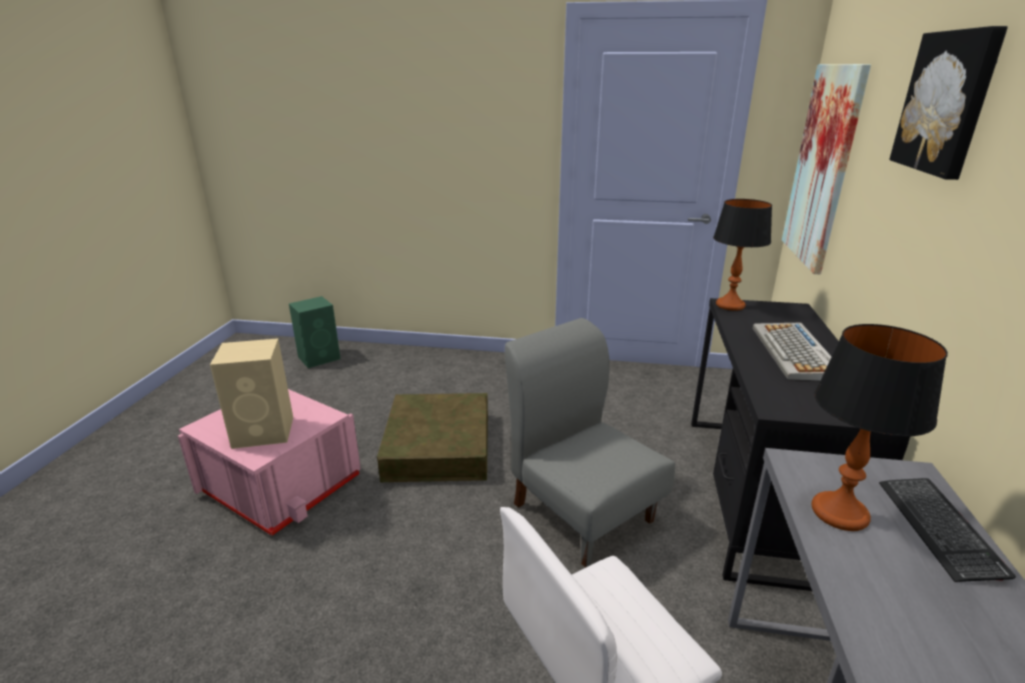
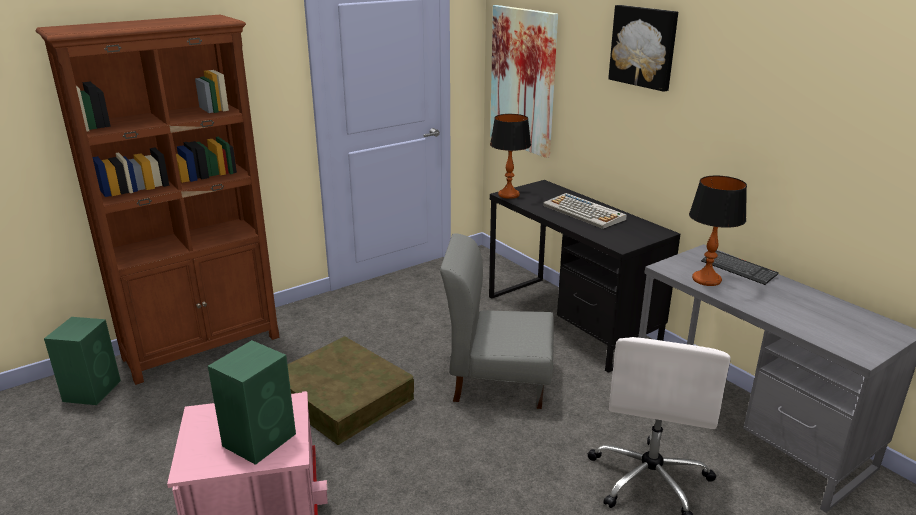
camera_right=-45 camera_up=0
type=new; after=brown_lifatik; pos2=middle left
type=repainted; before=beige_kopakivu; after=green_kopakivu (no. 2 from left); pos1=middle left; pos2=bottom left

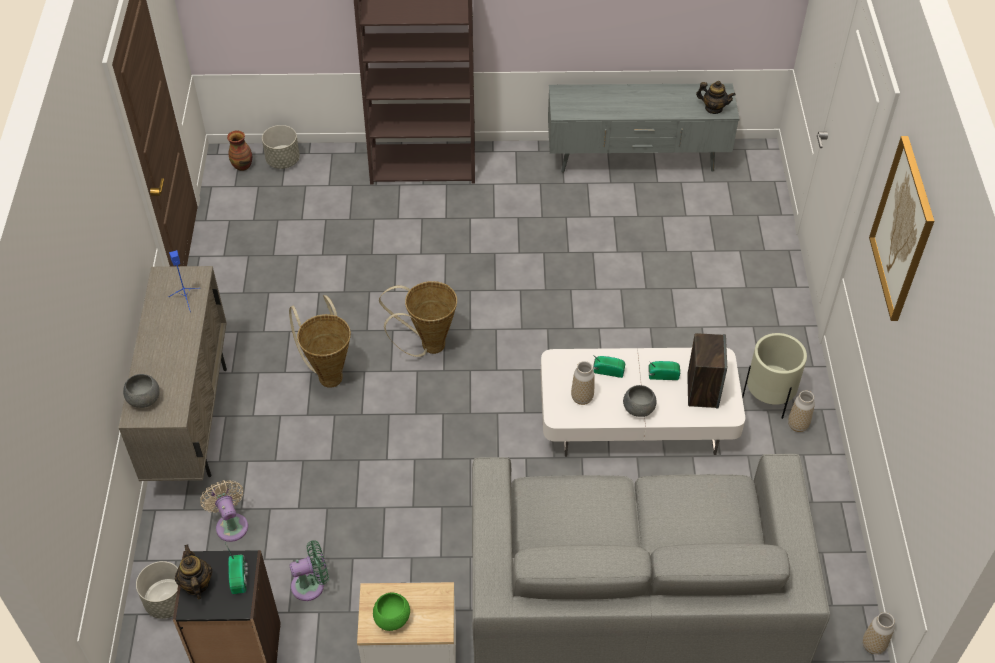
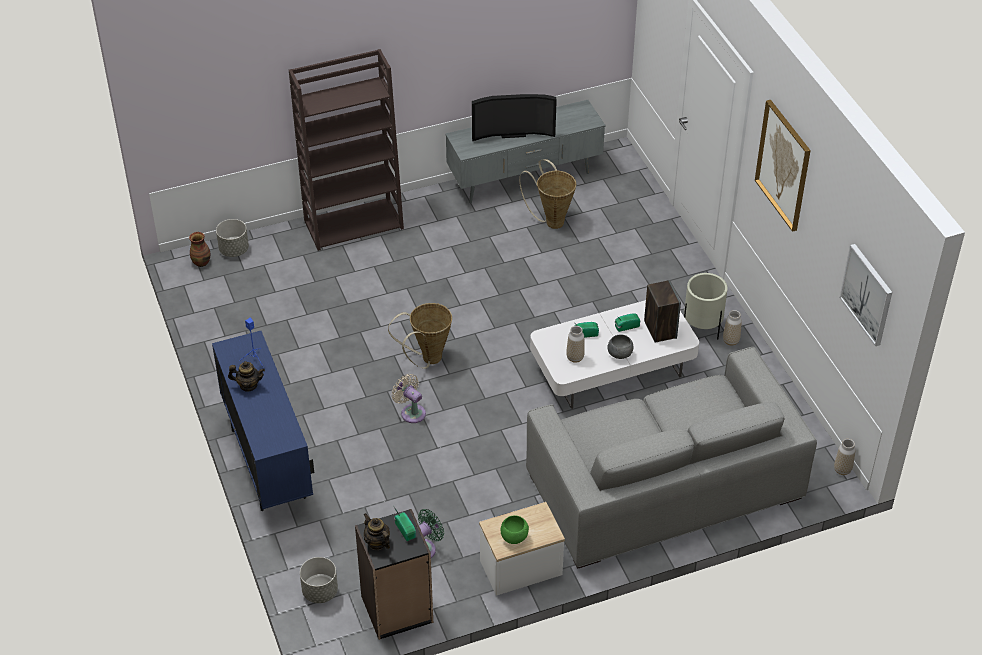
camera_right=-20 camera_up=-5
type=repainted; before=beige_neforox; after=blue_neforox; pos1=middle left; pos2=middle left
type=shifted; before=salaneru (no. 2 from left in the first image); after=salaneru (no. 1 from left); pos1=top right; pos2=middle left
type=shifted; before=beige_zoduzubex; pos1=bottom left; pos2=centre
type=new; after=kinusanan; pos2=top centre
type=shifted; before=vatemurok (no. 1 from left in the first image); after=vatemurok (no. 2 from left); pos1=middle left; pos2=top centre
type=new; after=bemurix (no. 2 from left); pos2=middle right
type=gone; before=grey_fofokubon (no. 1 from left); pos1=middle left

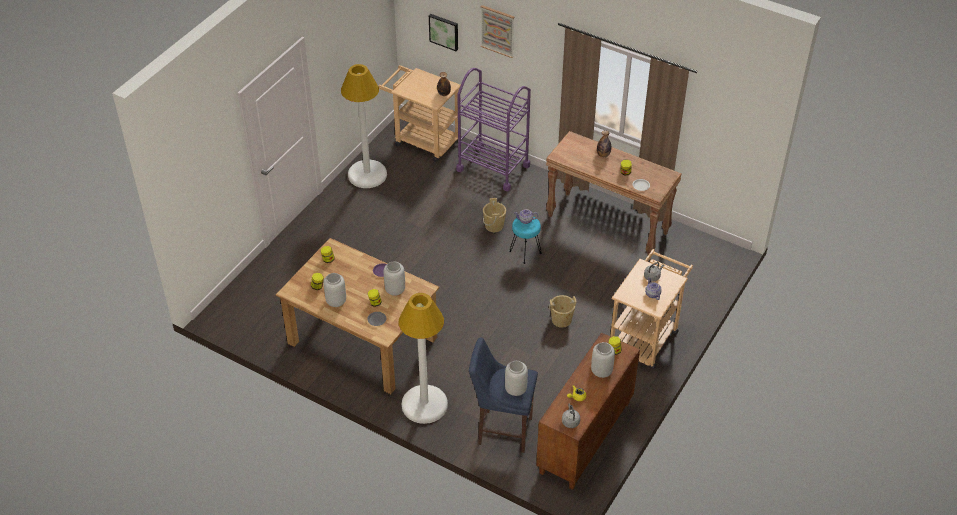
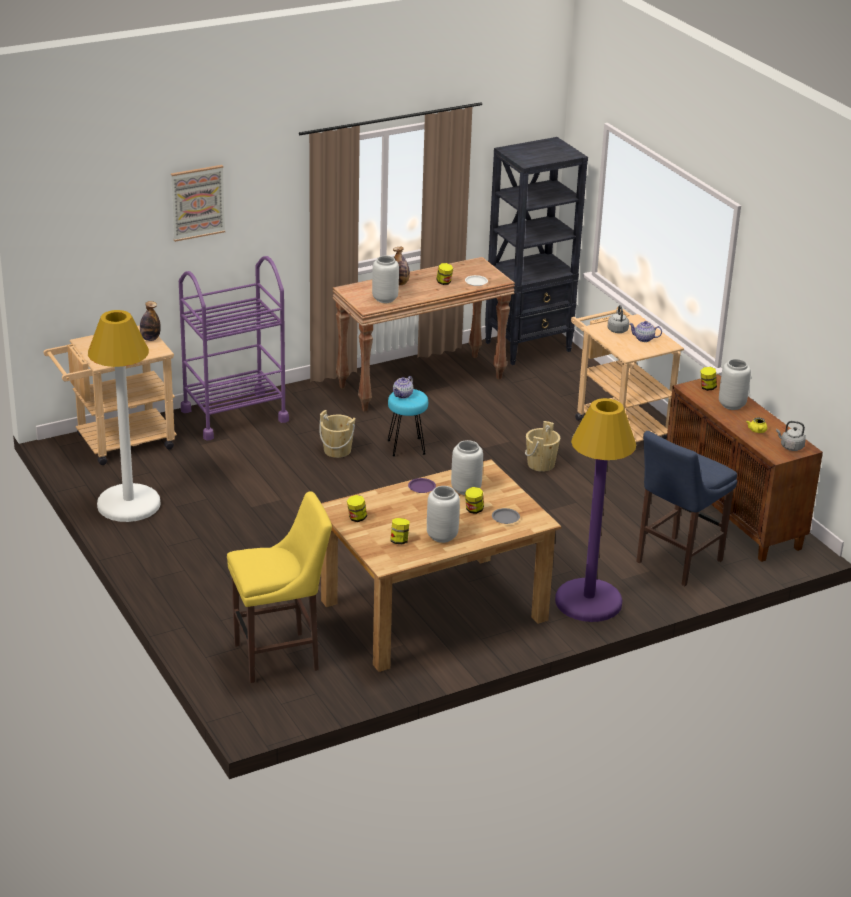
camera_right=-60 camera_up=-15
type=new; after=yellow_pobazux; pos2=middle left
type=shifted; before=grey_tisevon (no. 3 from left in the first image); after=grey_tisevon (no. 1 from left); pos1=bottom centre; pos2=top centre
type=new; after=black_lifatik; pos2=top centre
type=repainted; before=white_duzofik (no. 2 from left); after=purple_duzofik; pos1=bottom centre; pos2=middle right
type=gone; before=bemurix (no. 1 from left); pos1=top centre

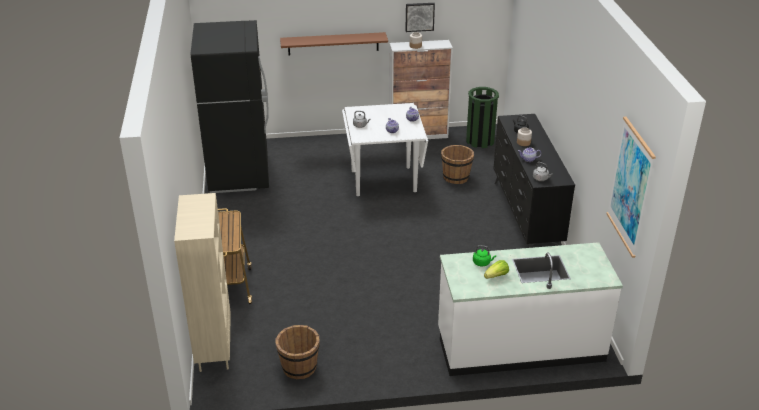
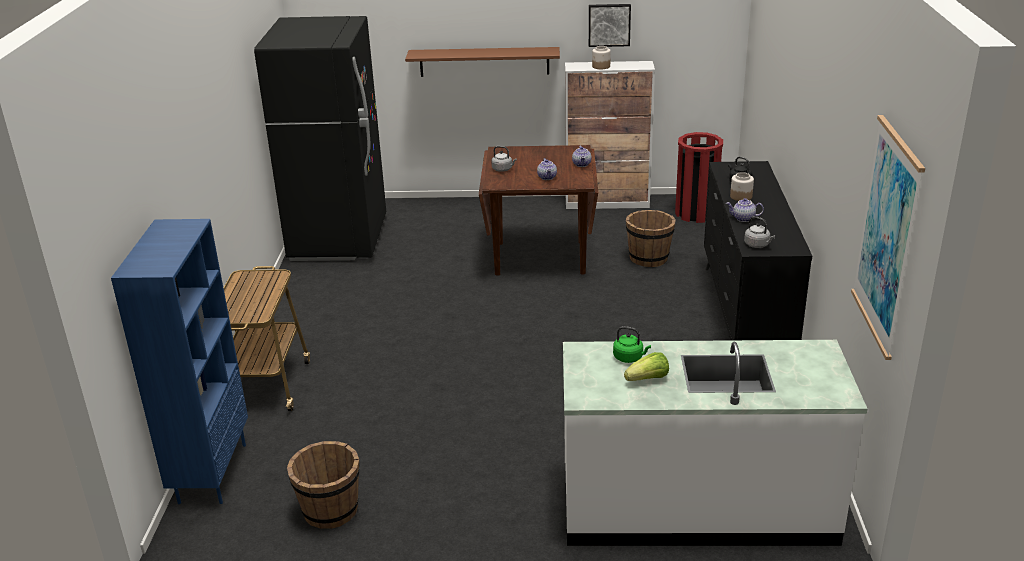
camera_right=10 camera_up=-5
type=repainted; before=beige_lifatik; after=blue_lifatik; pos1=bottom left; pos2=middle left
type=repainted; before=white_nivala; after=brown_nivala; pos1=centre; pos2=centre
type=repainted; before=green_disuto; after=red_disuto; pos1=top centre; pos2=top right

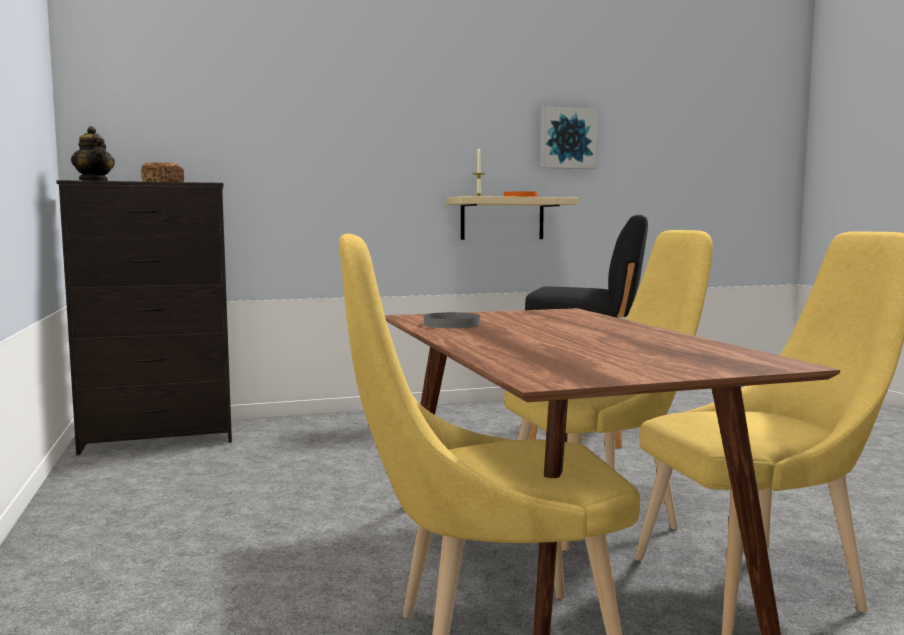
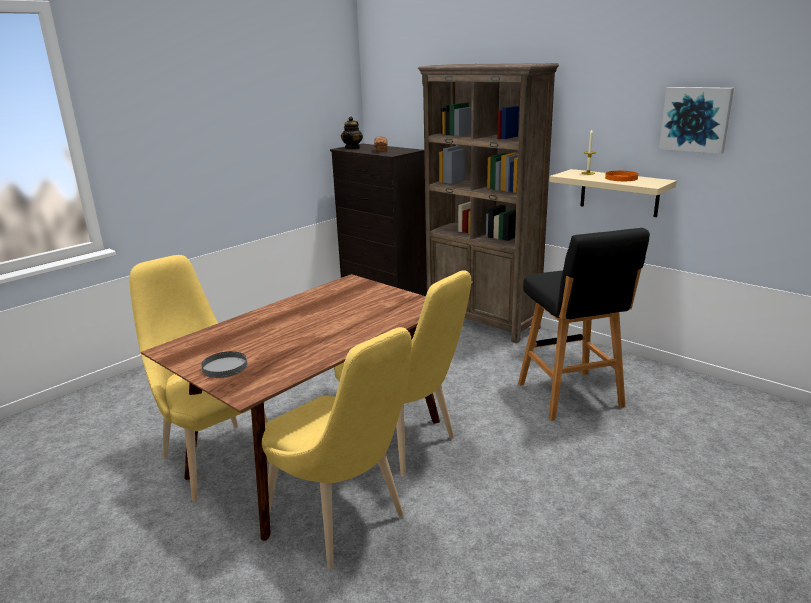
camera_right=60 camera_up=15
type=shifted; before=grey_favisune; pos1=centre; pos2=middle left
type=new; after=brown_lifatik; pos2=centre

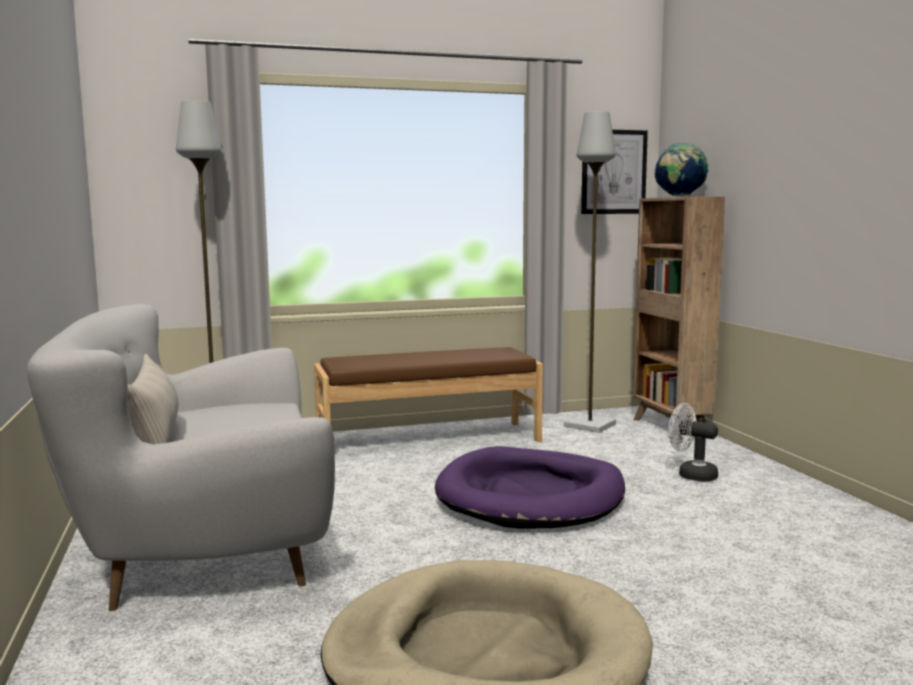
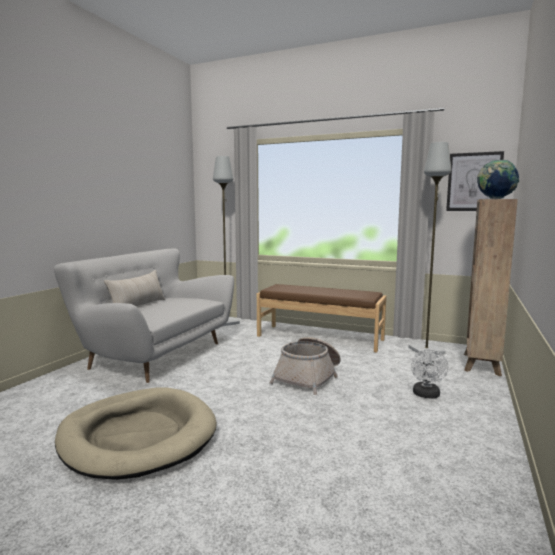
camera_right=40 camera_up=0
type=swapped; before=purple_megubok; after=vatemurok; pos1=bottom centre; pos2=centre
type=rotated; before=white_zoduzubex; pos1=middle right; pos2=bottom right; turn=-150

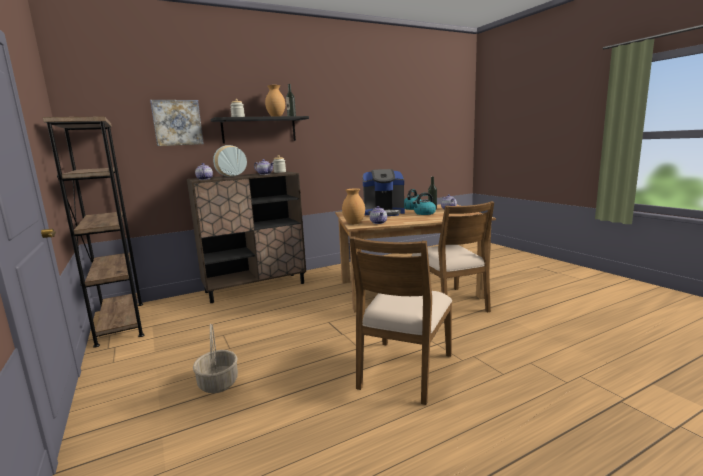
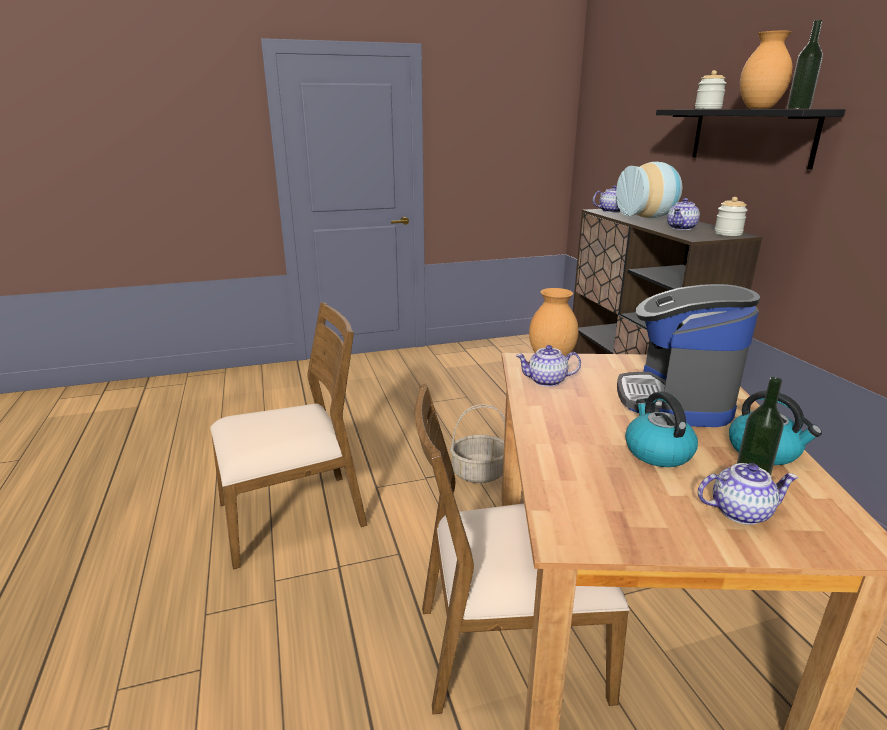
camera_right=100 camera_up=10
type=rotated; before=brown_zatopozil (no. 1 from left); pos1=bottom centre; pos2=middle left; turn=120
type=shifted; before=vatemurok; pos1=bottom left; pos2=centre
type=gone; before=brown_lifatik; pos1=middle left
type=gone; before=bemurix; pos1=top left

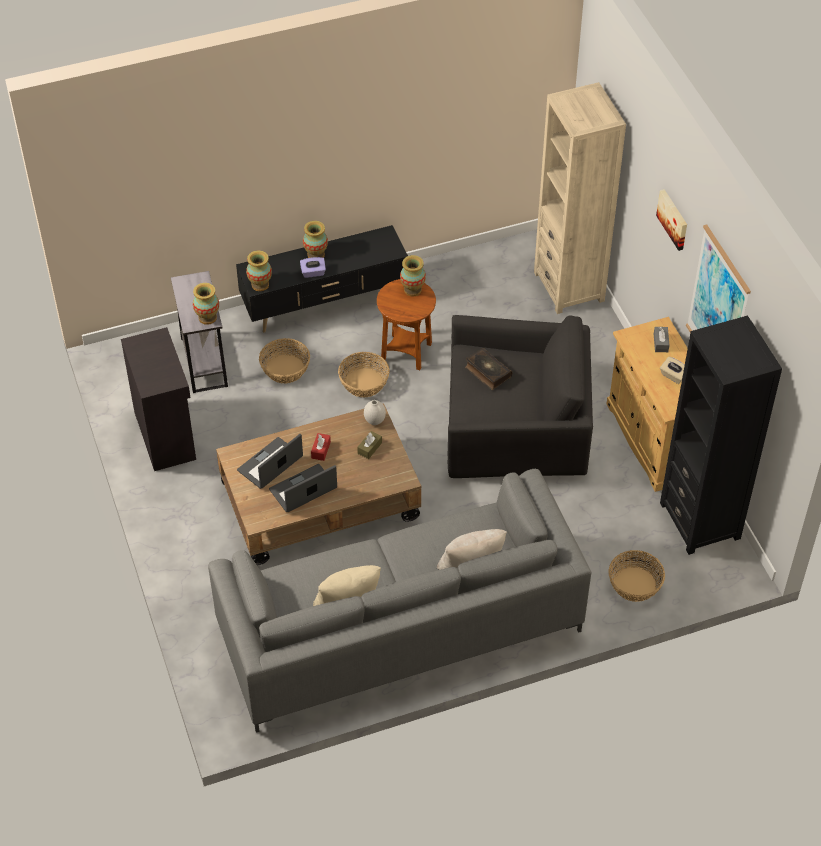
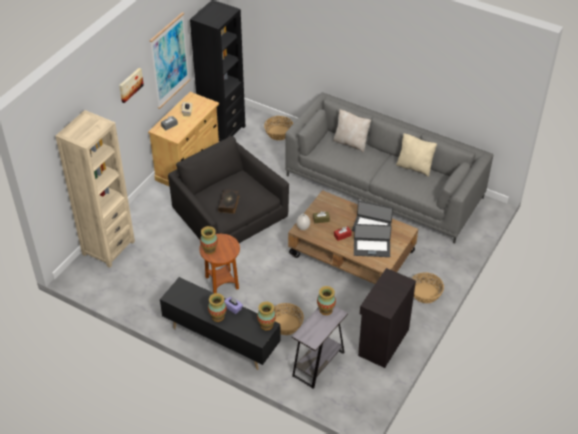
camera_right=-130 camera_up=-5
type=shifted; before=vatemurok (no. 2 from left in the first image); after=vatemurok (no. 3 from left); pos1=centre; pos2=middle right

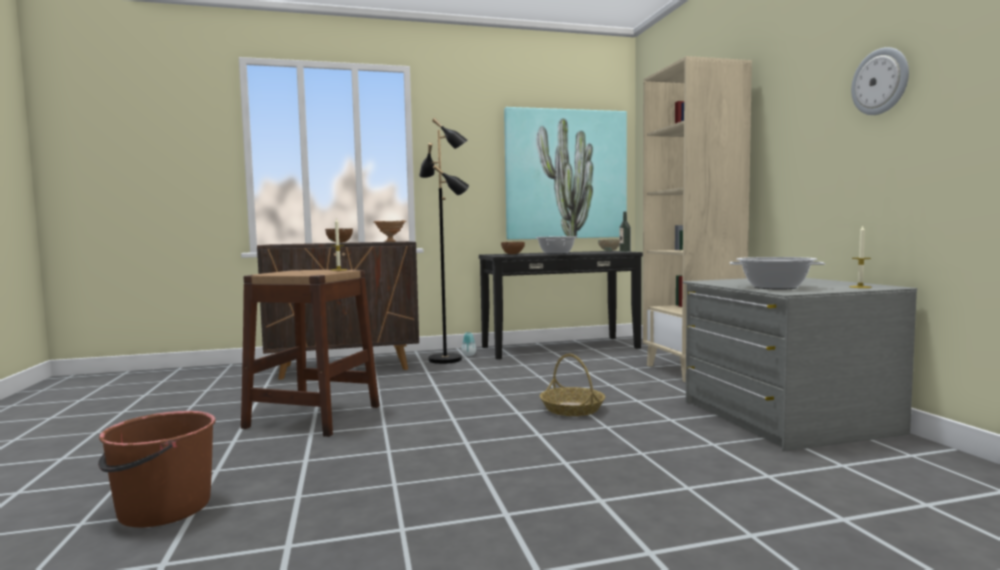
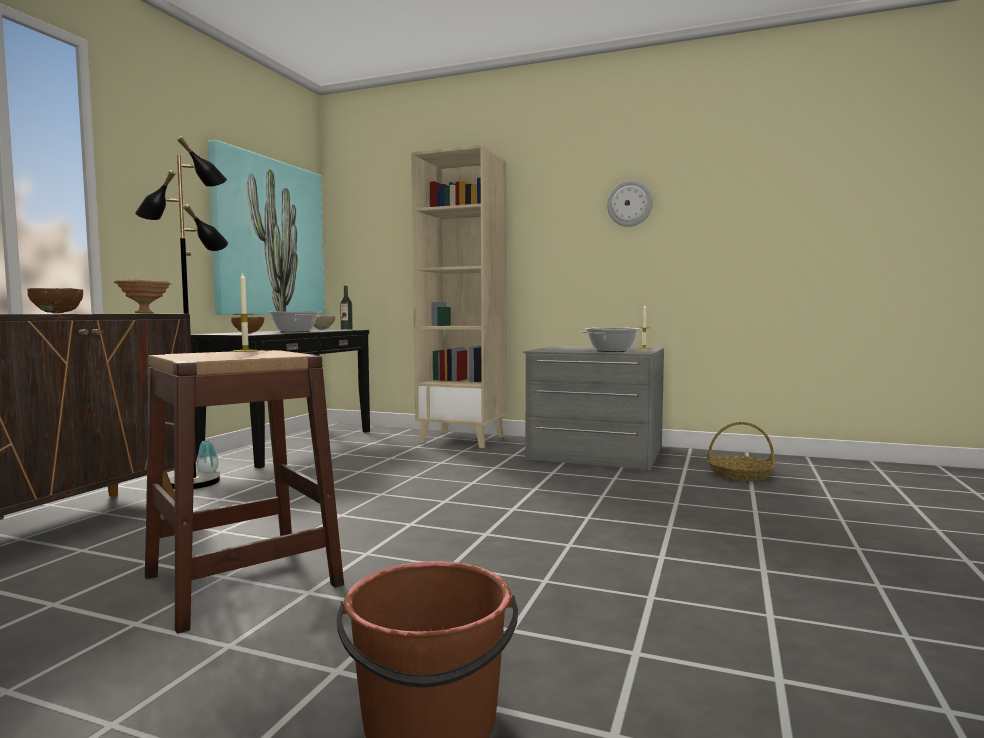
camera_right=-55 camera_up=0
type=shifted; before=vatemurok; pos1=bottom centre; pos2=middle right

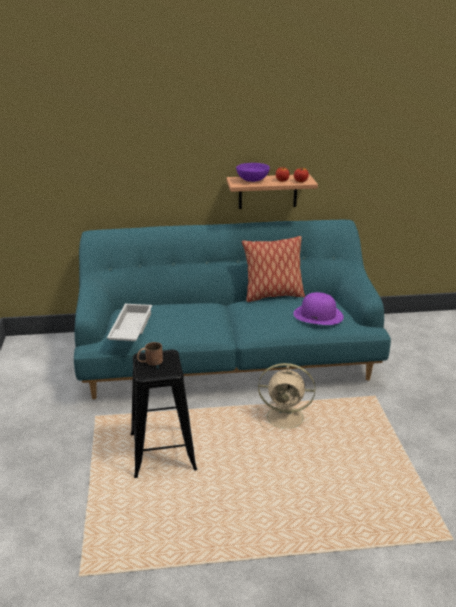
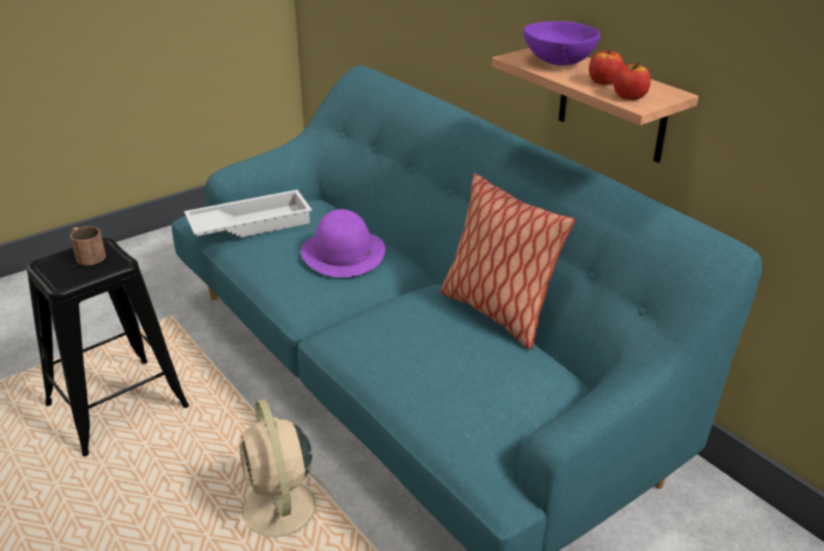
camera_right=60 camera_up=5
type=shifted; before=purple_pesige; pos1=middle right; pos2=centre

